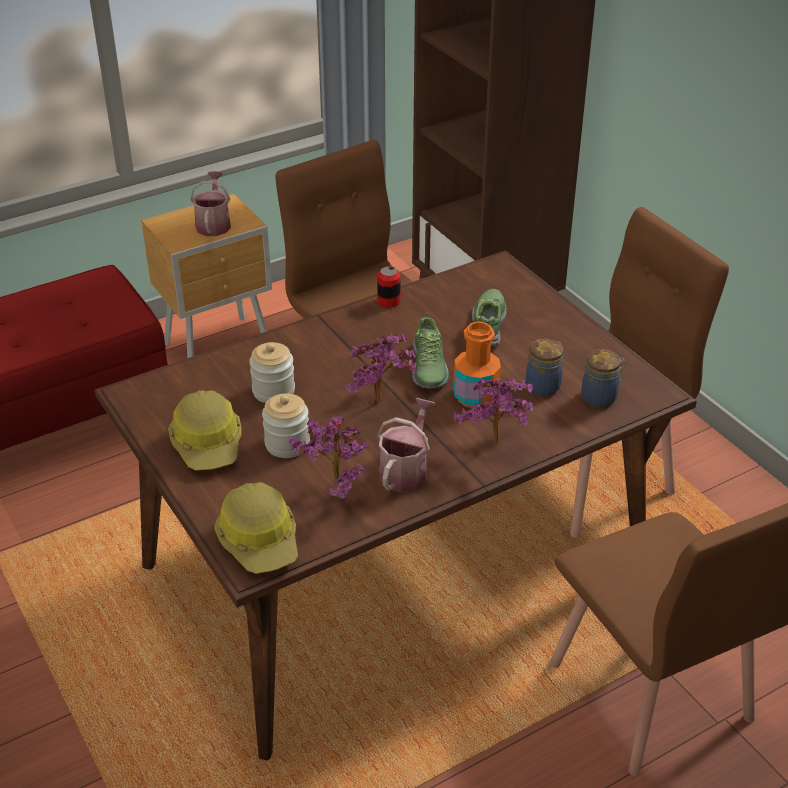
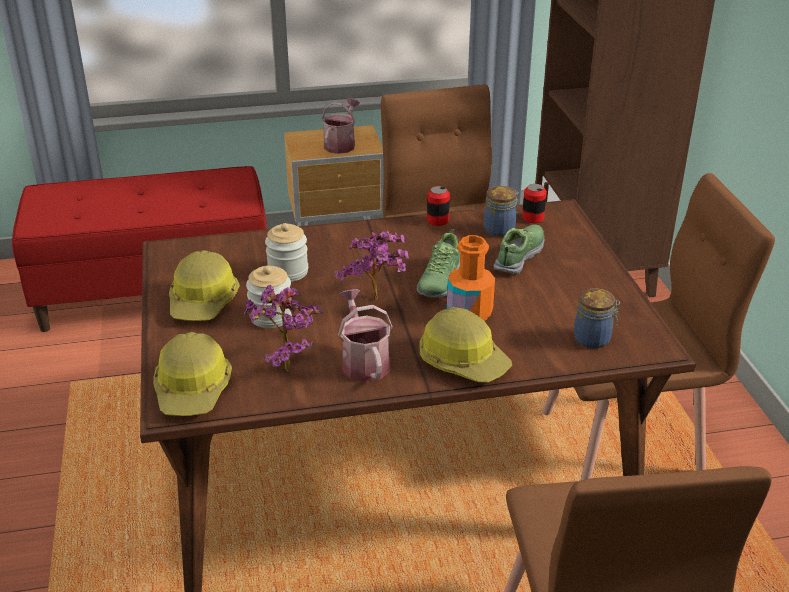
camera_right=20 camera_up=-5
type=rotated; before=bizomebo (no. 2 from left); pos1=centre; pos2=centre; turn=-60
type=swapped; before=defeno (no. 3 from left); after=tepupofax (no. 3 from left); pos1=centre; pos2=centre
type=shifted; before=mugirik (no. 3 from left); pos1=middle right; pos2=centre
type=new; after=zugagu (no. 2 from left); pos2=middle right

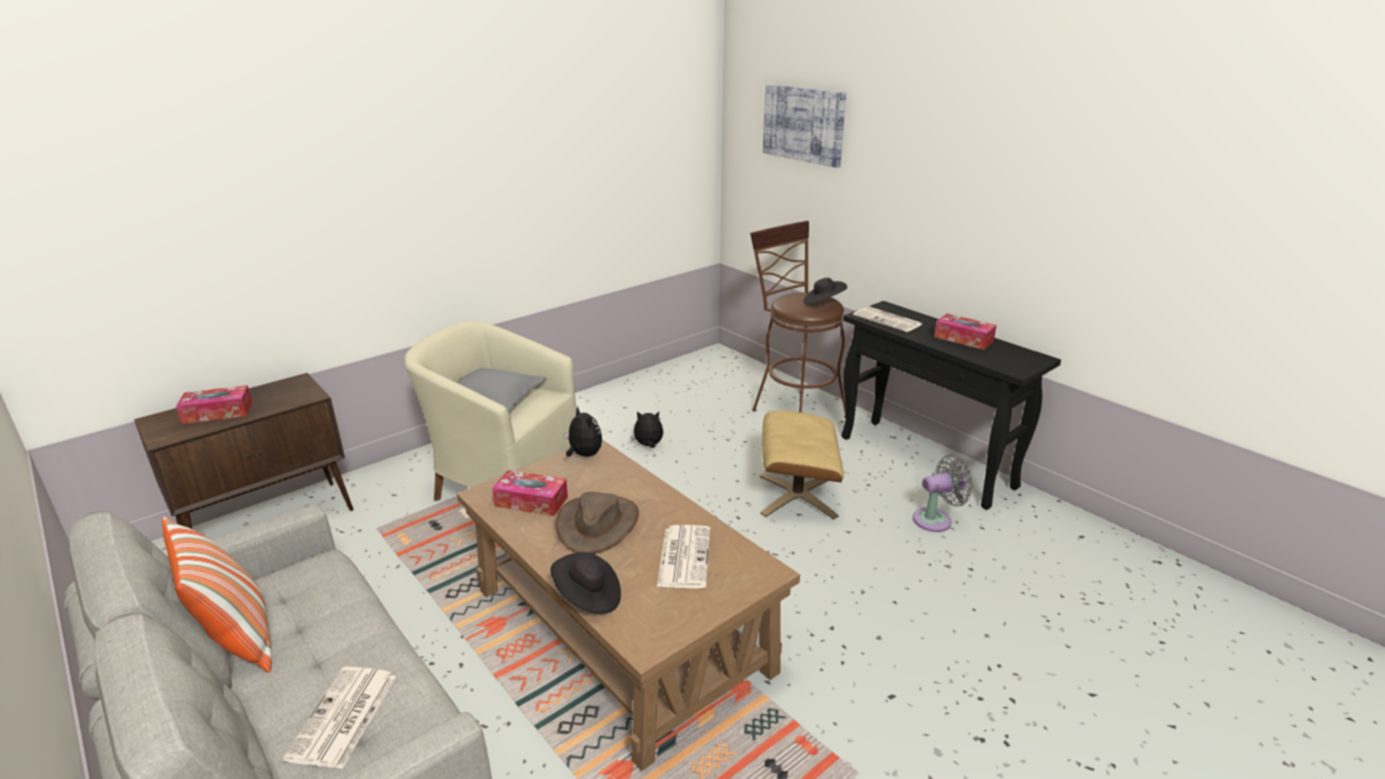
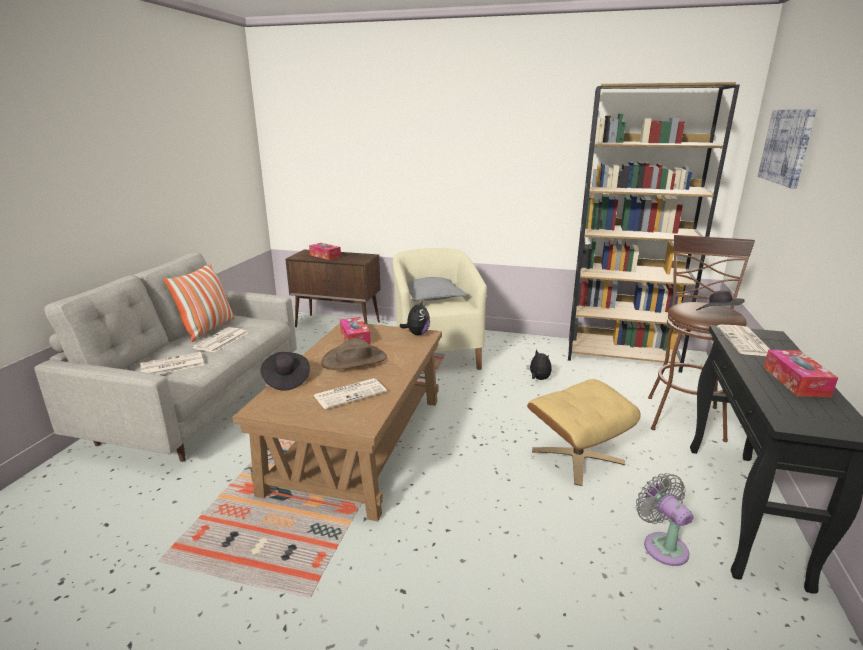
camera_right=55 camera_up=-5
type=new; after=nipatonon (no. 2 from left); pos2=middle left
type=new; after=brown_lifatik; pos2=middle right
type=rotated; before=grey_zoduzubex; pos1=middle right; pos2=bottom right; turn=-150

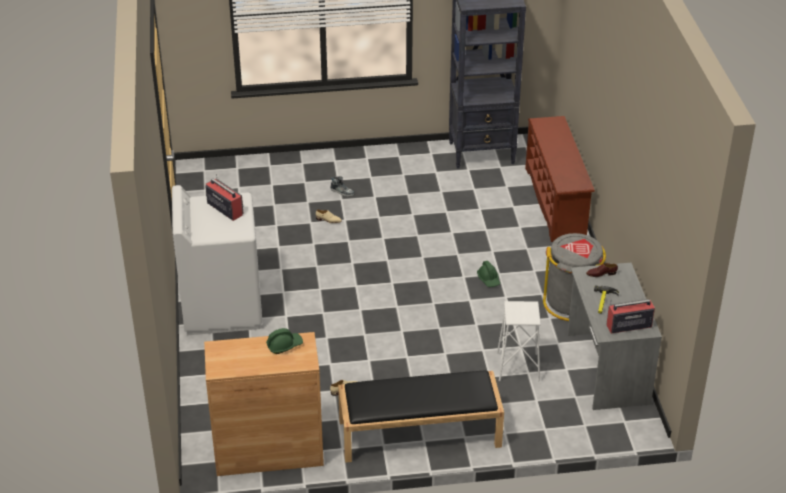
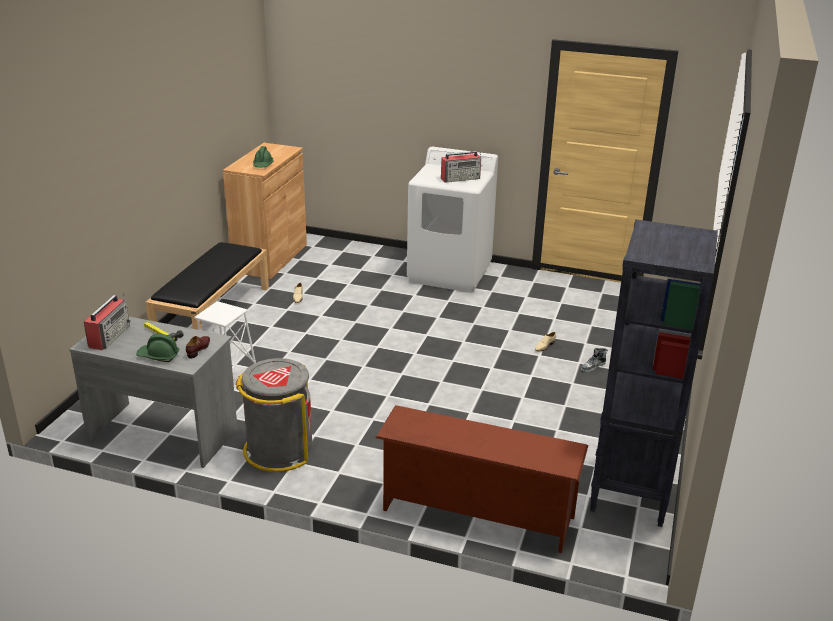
camera_right=115 camera_up=-10
type=shifted; before=green_tepupofax (no. 2 from left in the first image); after=green_tepupofax (no. 1 from left); pos1=centre; pos2=middle left

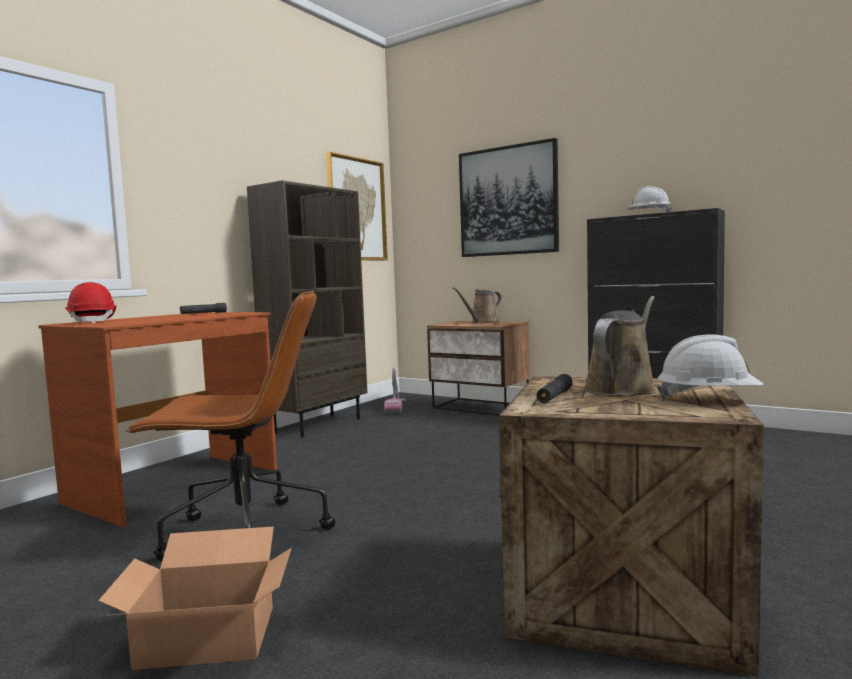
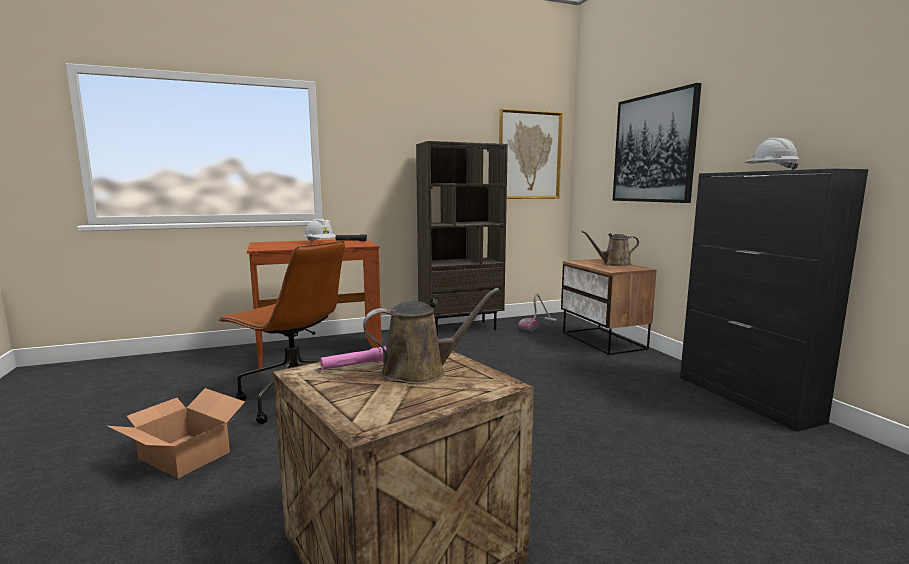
camera_right=35 camera_up=5
type=shifted; before=white_tepupofax (no. 2 from left in the first image); after=white_tepupofax (no. 1 from left); pos1=middle right; pos2=centre
type=repainted; before=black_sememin (no. 2 from left); after=pink_sememin; pos1=centre; pos2=centre
type=gone; before=red_tepupofax; pos1=middle left

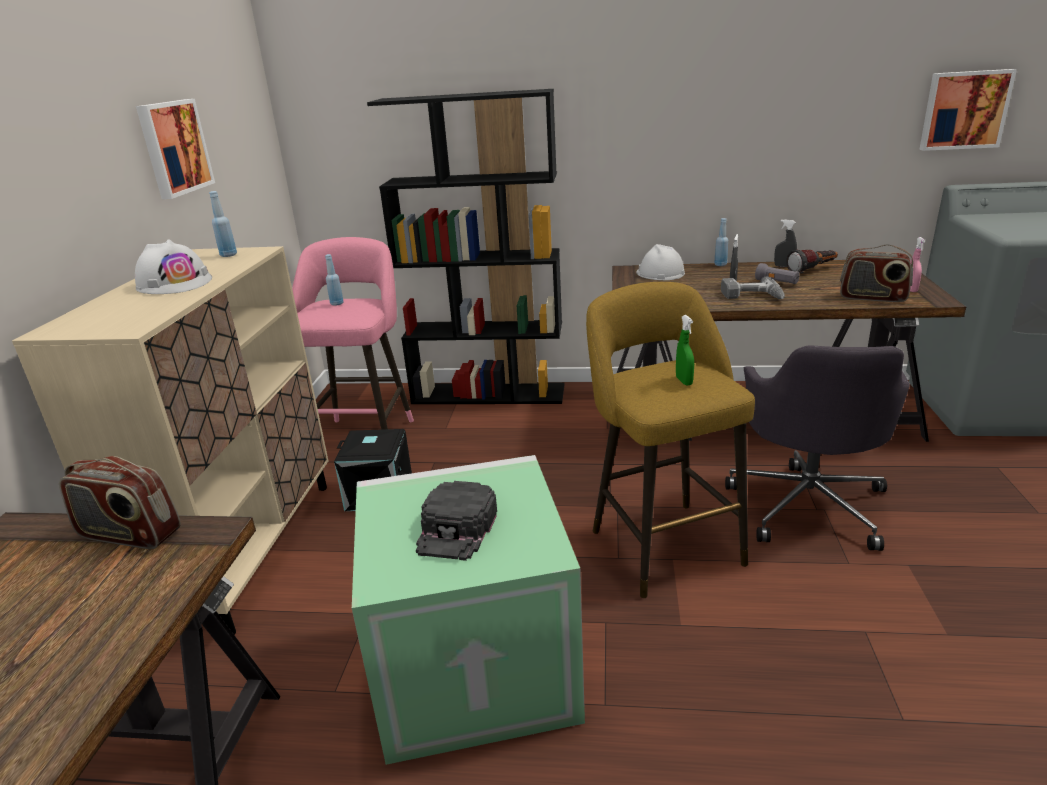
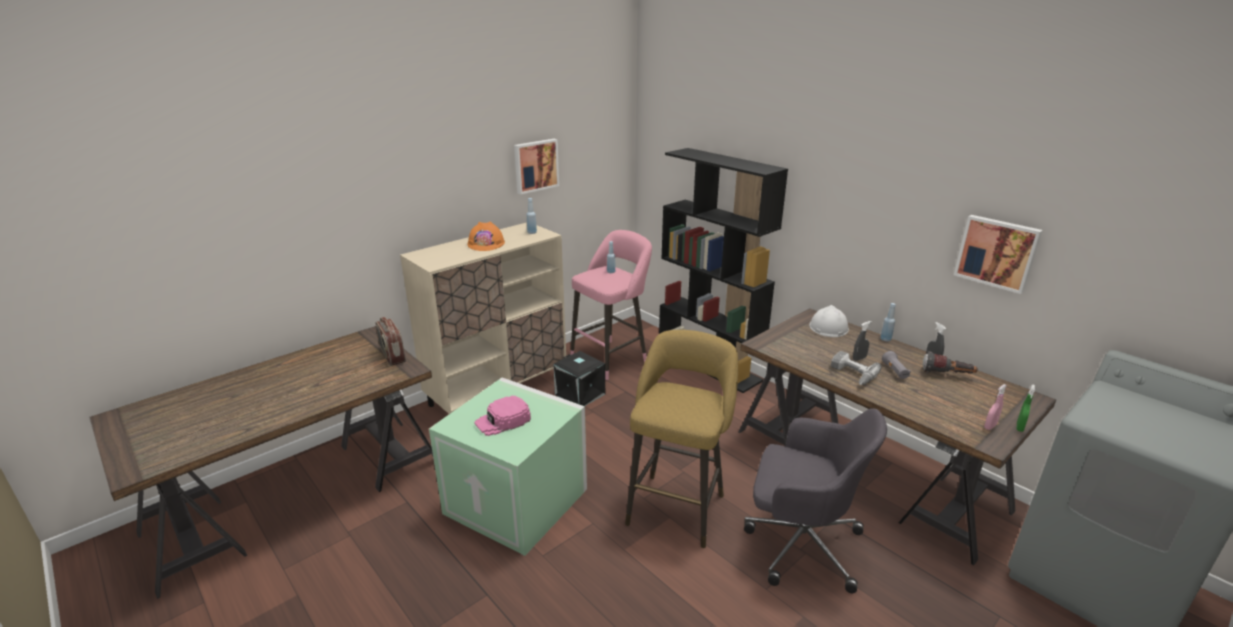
camera_right=40 camera_up=0
type=repainted; before=white_tepupofax (no. 1 from left); after=orange_tepupofax; pos1=middle left; pos2=centre
type=repainted; before=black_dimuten; after=pink_dimuten; pos1=centre; pos2=centre
type=rotated; before=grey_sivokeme; pos1=middle right; pos2=bottom centre; turn=-120
type=shifted; before=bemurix (no. 2 from left); pos1=top right; pos2=middle right
type=shifted; before=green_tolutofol; pos1=centre; pos2=middle right
type=gone; before=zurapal (no. 2 from left); pos1=middle right

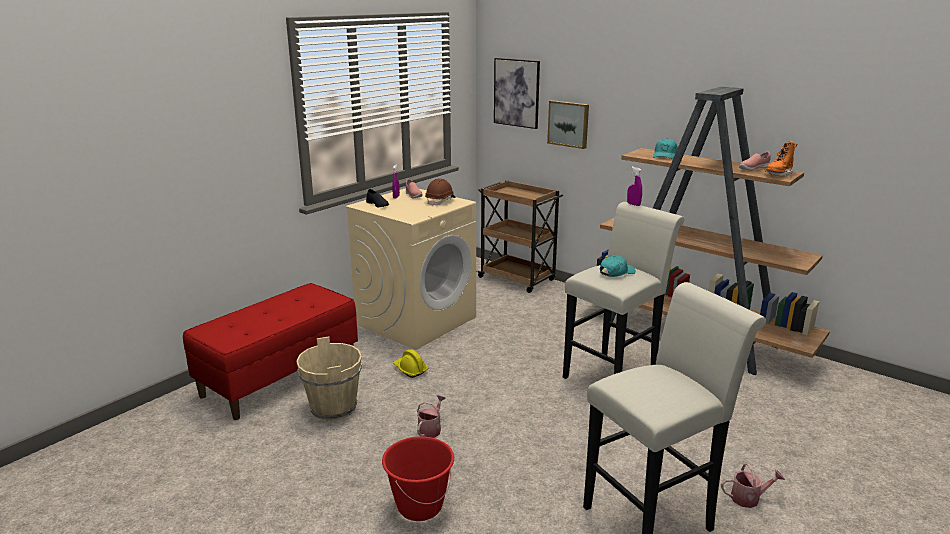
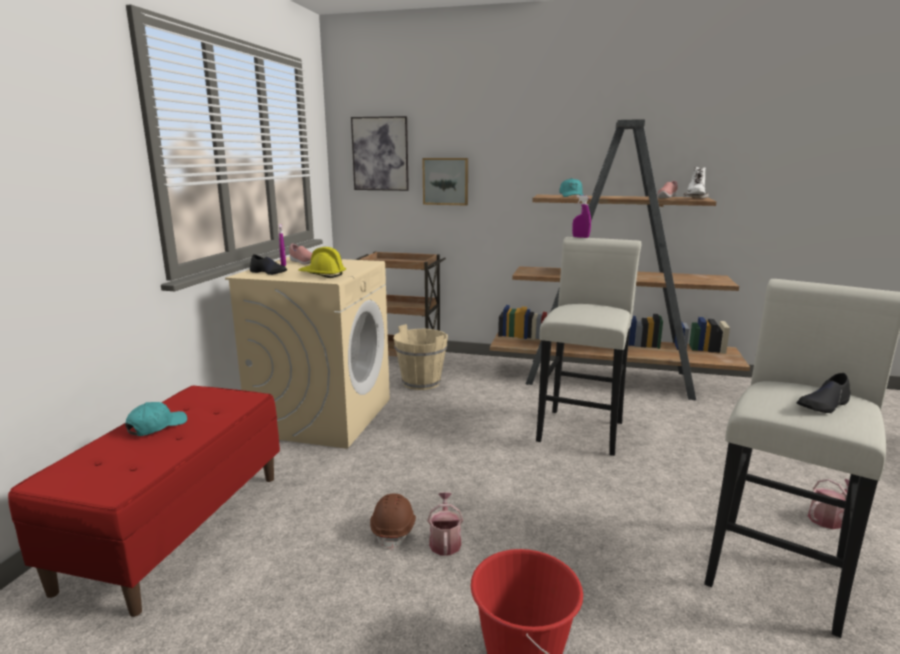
camera_right=-25 camera_up=-5
type=shifted; before=turquoise_dimuten (no. 1 from left); pos1=centre; pos2=middle left
type=shifted; before=yellow_tepupofax; pos1=bottom centre; pos2=centre
type=shifted; before=brown_tepupofax; pos1=centre; pos2=bottom centre
type=shifted; before=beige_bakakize; pos1=bottom centre; pos2=centre
type=repainted; before=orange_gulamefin; after=white_gulamefin; pos1=top right; pos2=top right
type=new; after=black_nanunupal (no. 2 from left); pos2=middle right

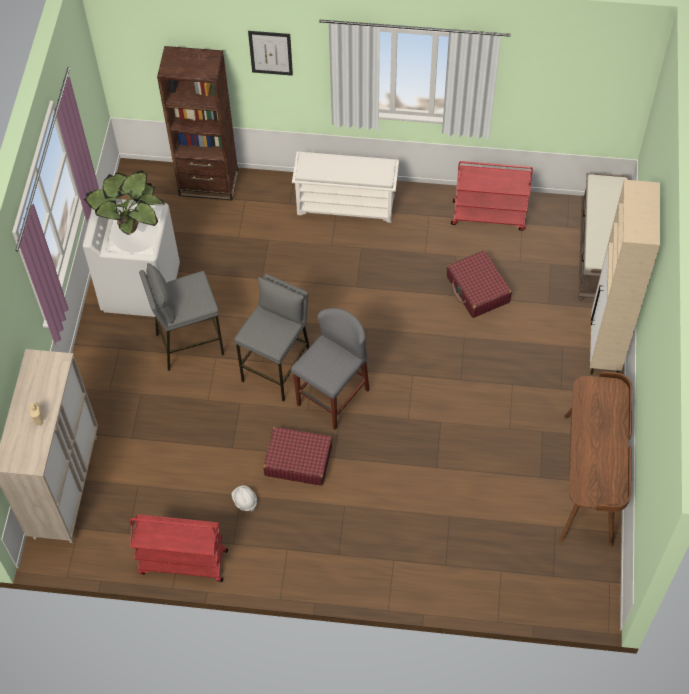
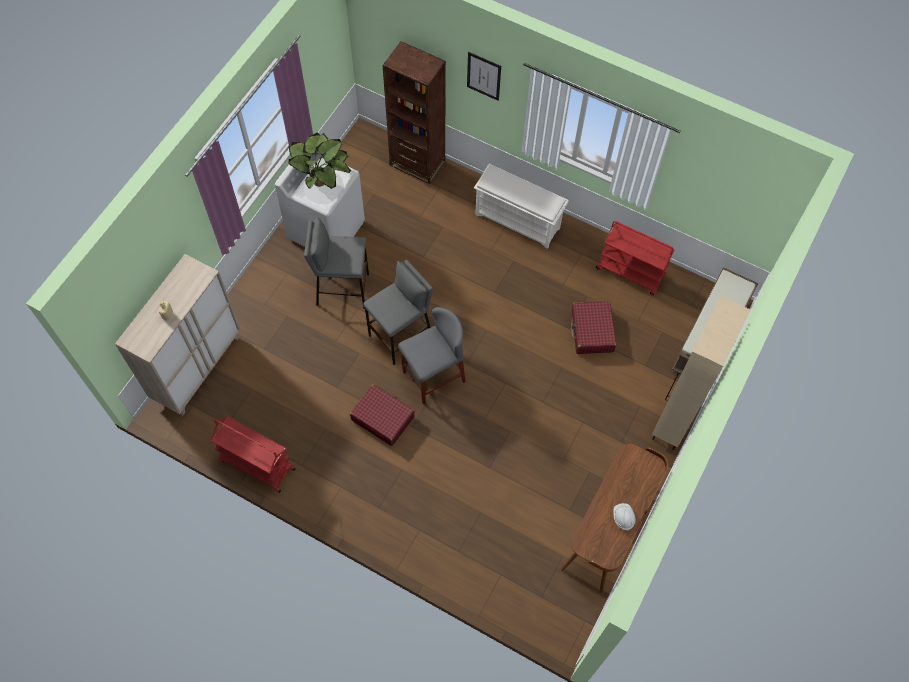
camera_right=20 camera_up=5
type=shifted; before=white_tepupofax; pos1=bottom centre; pos2=bottom right

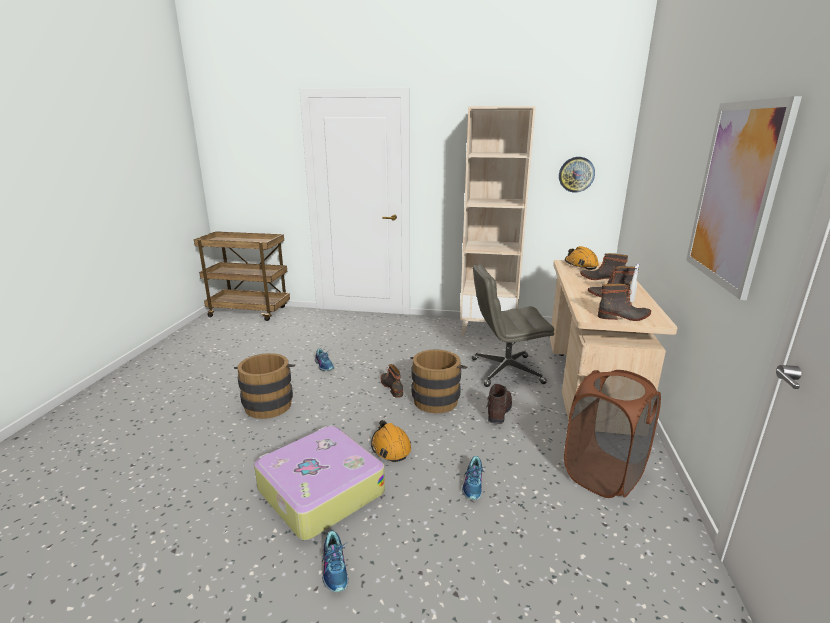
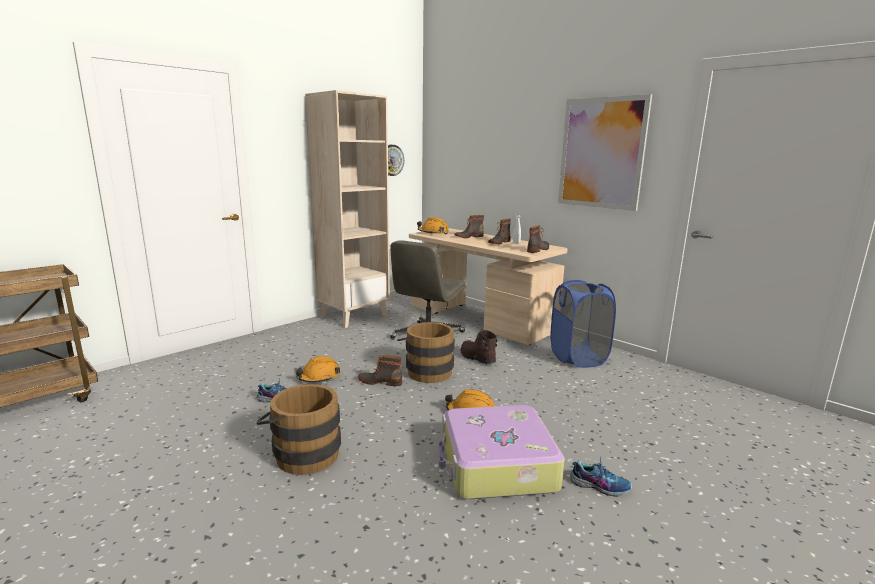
camera_right=-55 camera_up=-5
type=new; after=orange_tepupofax (no. 1 from left); pos2=centre
type=repainted; before=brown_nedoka; after=blue_nedoka; pos1=bottom right; pos2=centre
type=gone; before=nanunupal (no. 3 from left); pos1=bottom centre

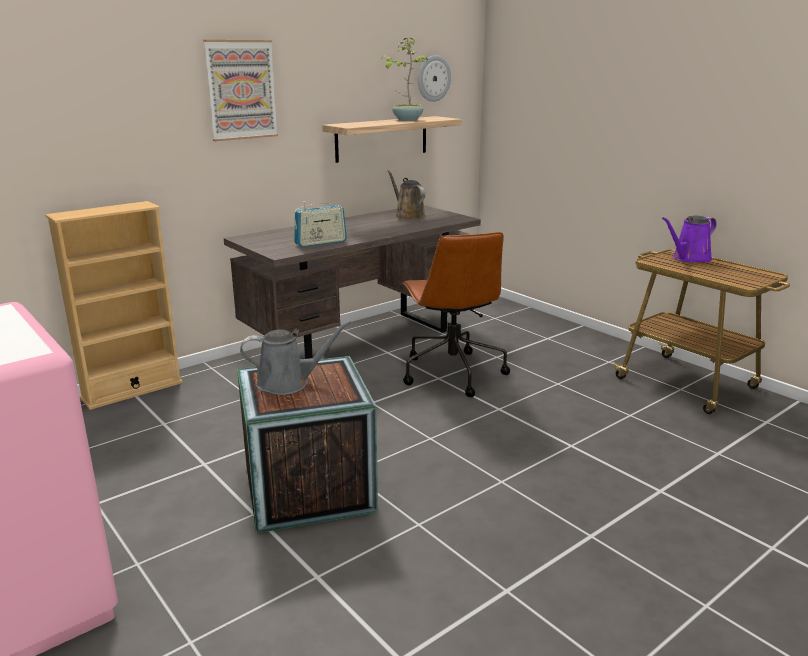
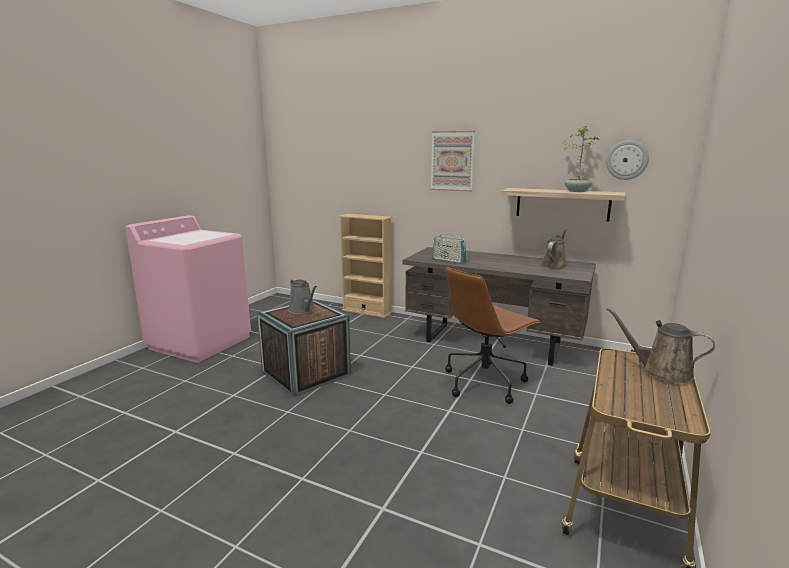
camera_right=65 camera_up=-5
type=repainted; before=purple_bizomebo; after=brown_bizomebo (no. 2 from left); pos1=middle right; pos2=middle right

